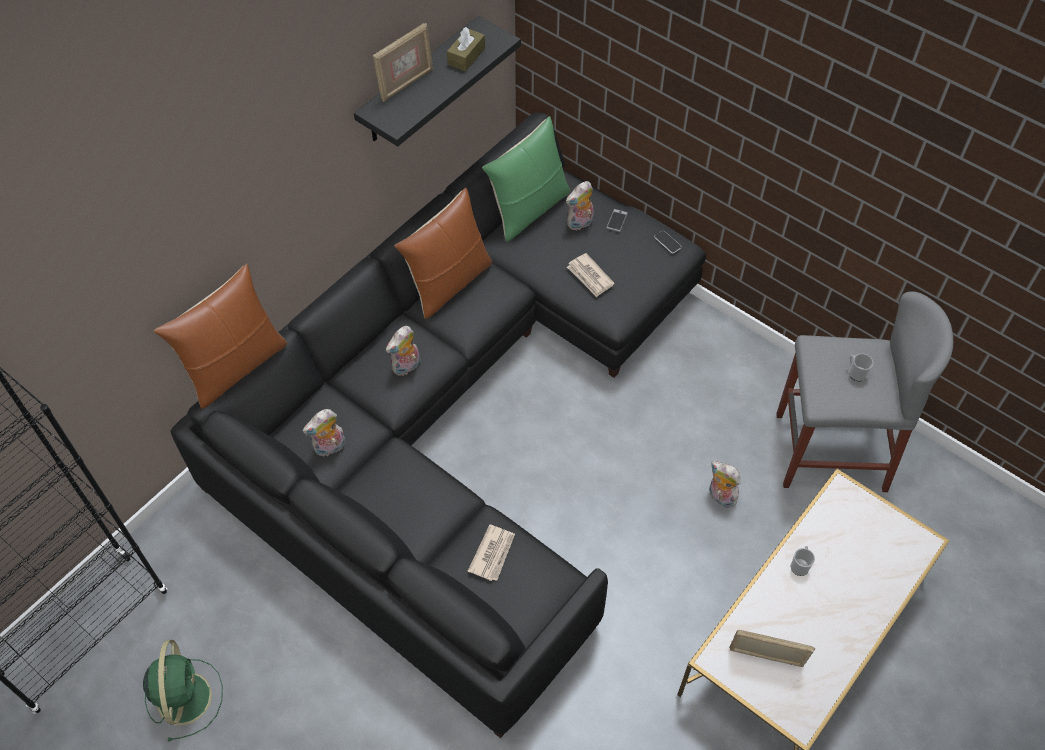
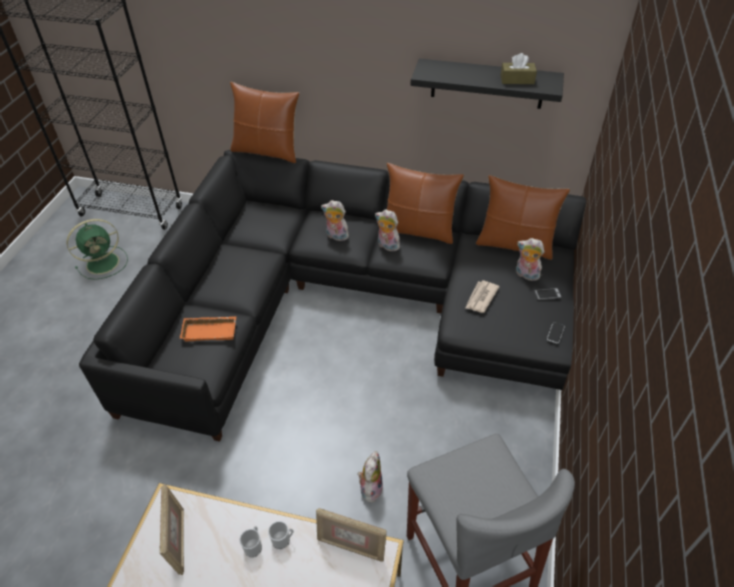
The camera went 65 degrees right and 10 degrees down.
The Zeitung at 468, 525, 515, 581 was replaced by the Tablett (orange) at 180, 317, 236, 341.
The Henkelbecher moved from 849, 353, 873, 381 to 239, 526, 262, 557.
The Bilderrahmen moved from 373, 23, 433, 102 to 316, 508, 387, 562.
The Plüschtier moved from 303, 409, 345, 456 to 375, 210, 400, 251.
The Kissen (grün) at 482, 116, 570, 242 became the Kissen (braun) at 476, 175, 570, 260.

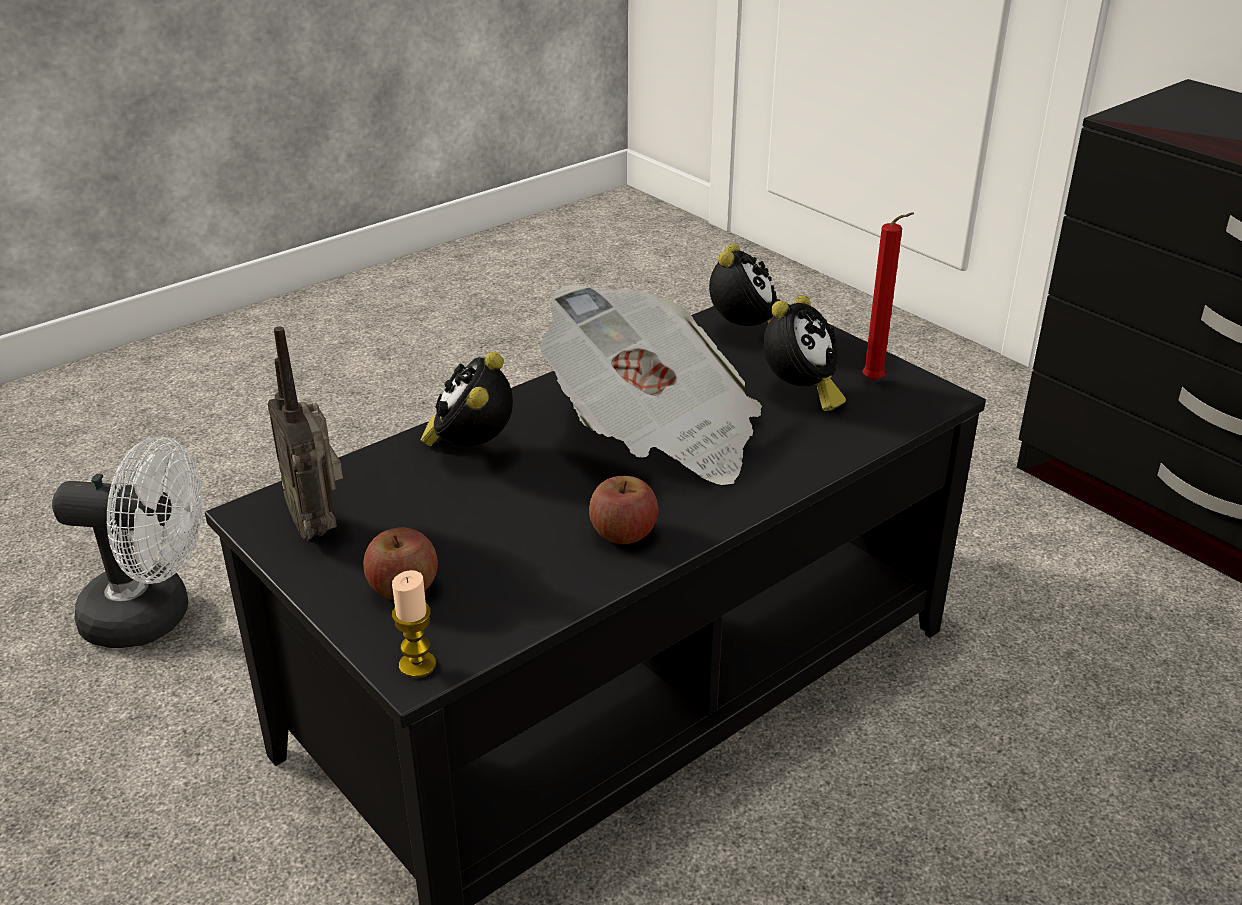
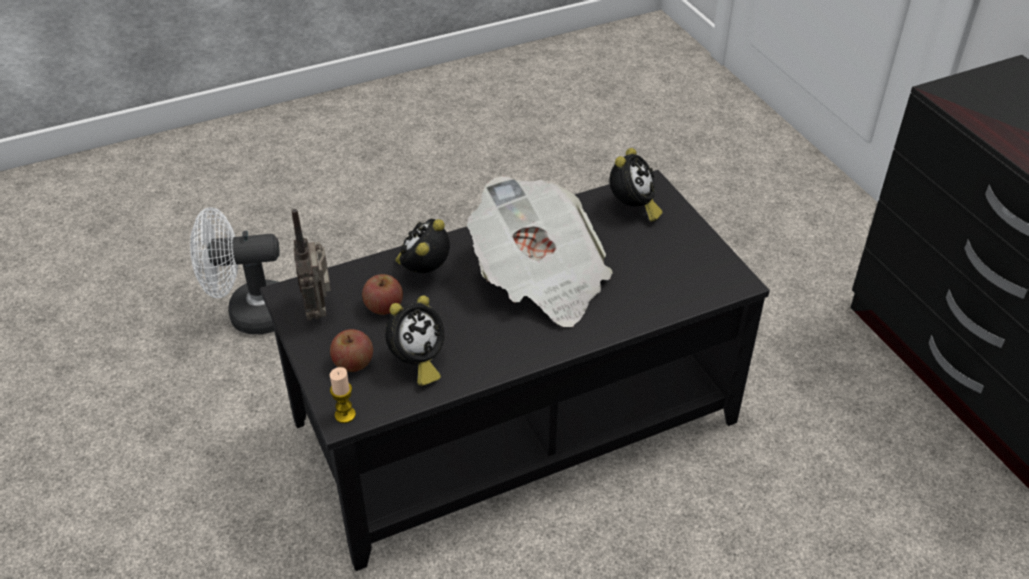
The camera went 15 degrees right and 10 degrees up.
The Ventilator (weiß) at 52, 436, 203, 648 turned 150 degrees clockwise.
The Apfel moved from 589, 476, 658, 544 to 362, 274, 403, 315.
The Wecker moved from 763, 296, 846, 411 to 385, 295, 445, 386.
The Kerze (rot) at 862, 212, 914, 381 disappeared.

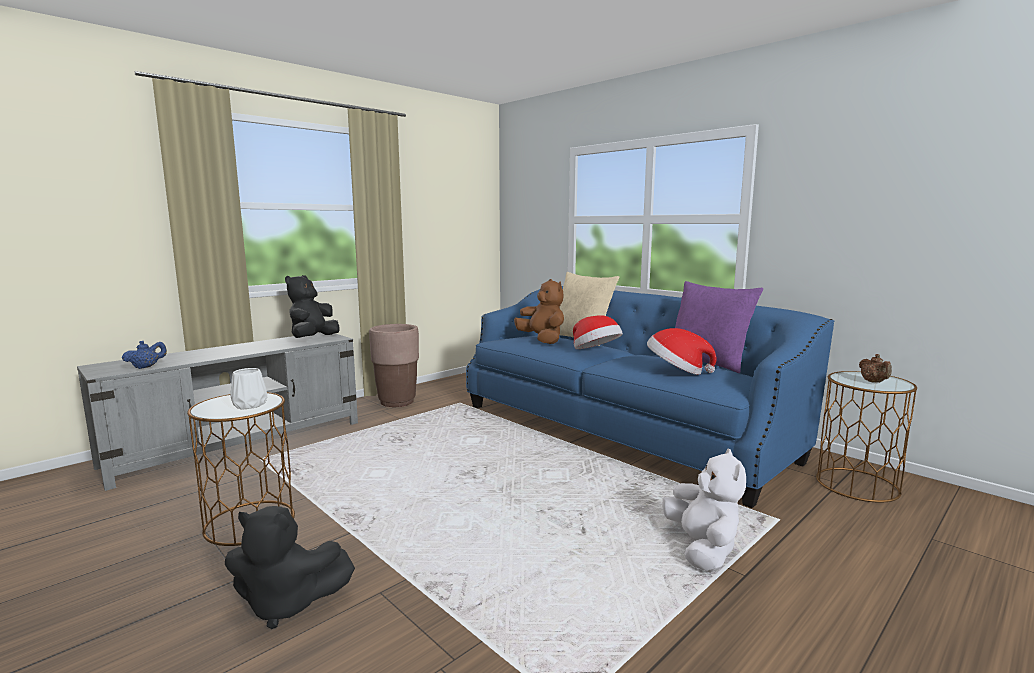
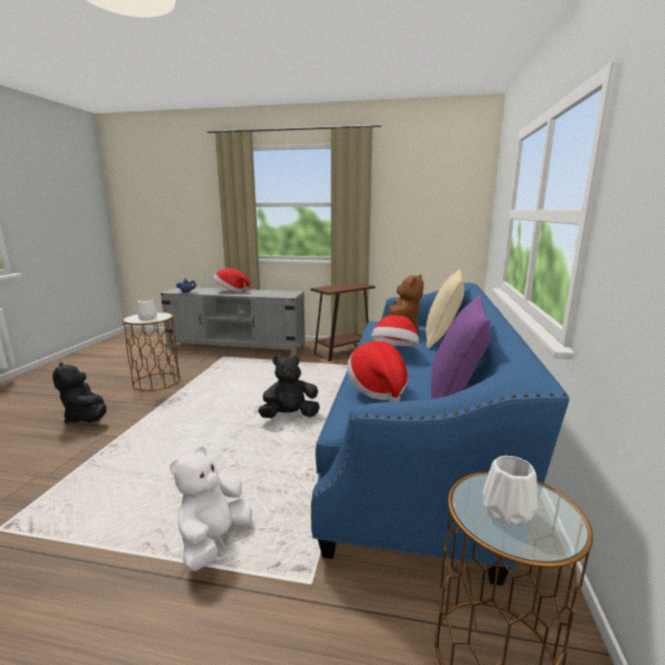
The camera went 55 degrees right and 5 degrees up.
The Plüschtier (weiß) at 662, 448, 746, 573 turned 150 degrees clockwise.
The Hut at 214, 268, 250, 292 appeared.
The Plüschtier (schwarz) moved from 285, 275, 340, 338 to 258, 356, 320, 418.
The Pflanzkübel (braun) at 369, 324, 419, 407 was replaced by the Beistelltisch (braun) at 311, 283, 375, 362.
The Teekanne (braun) at 859, 354, 892, 383 was replaced by the Vase (weiß) at 482, 456, 537, 526.

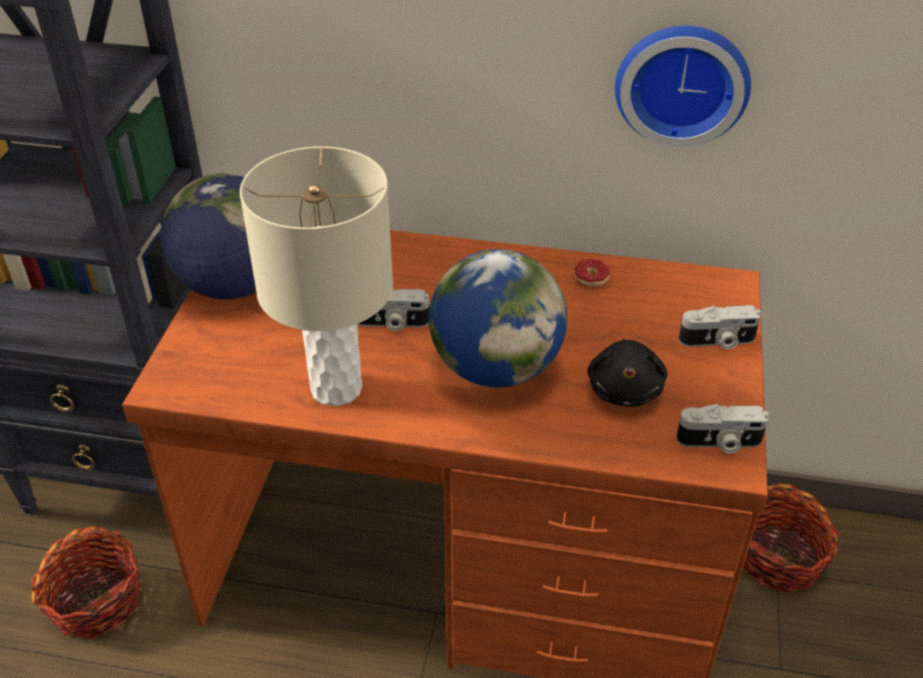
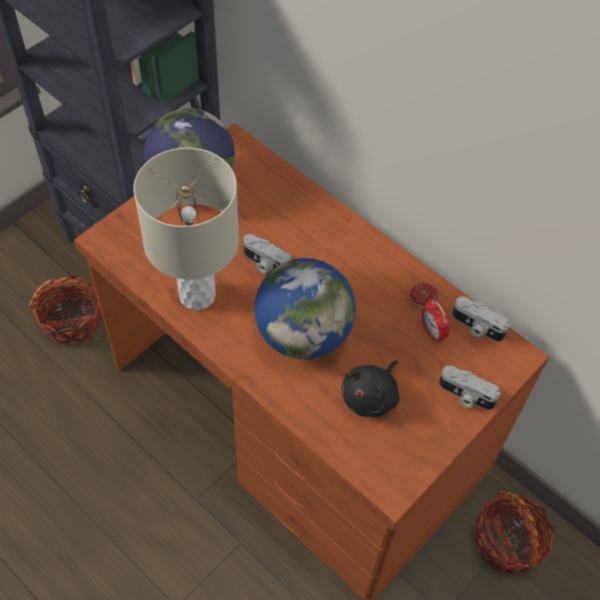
The camera went 30 degrees right and 15 degrees up.
The Wecker at 422, 300, 451, 343 appeared.
The Kamera moved from 676, 404, 769, 454 to 452, 297, 510, 342.
The Wanduhr at 615, 26, 751, 147 disappeared.

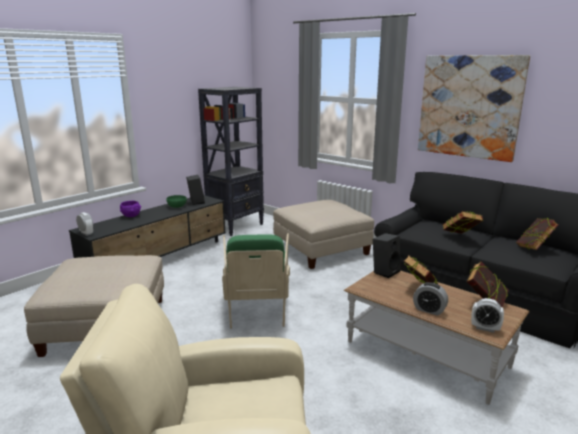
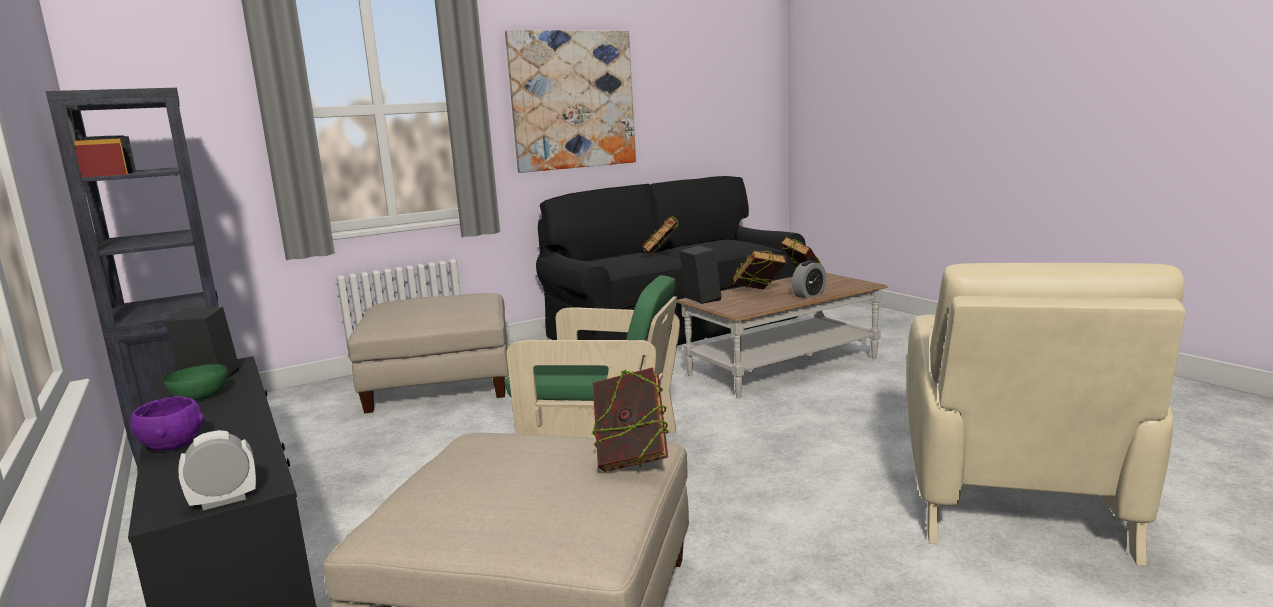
The camera went 70 degrees left and 5 degrees down.
The Buch moved from 516, 218, 559, 250 to 592, 367, 669, 472.
The Wecker at 471, 298, 504, 333 disappeared.

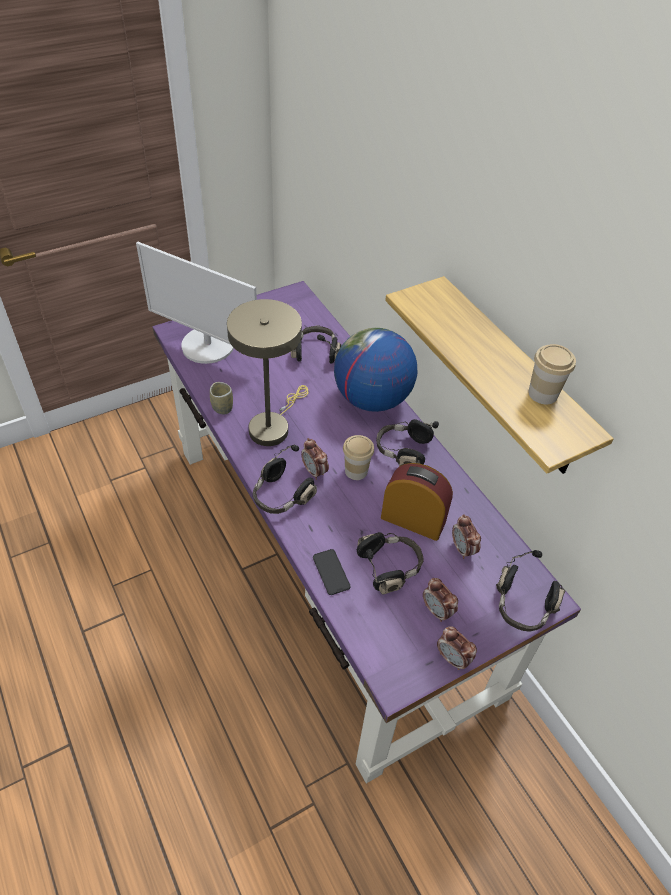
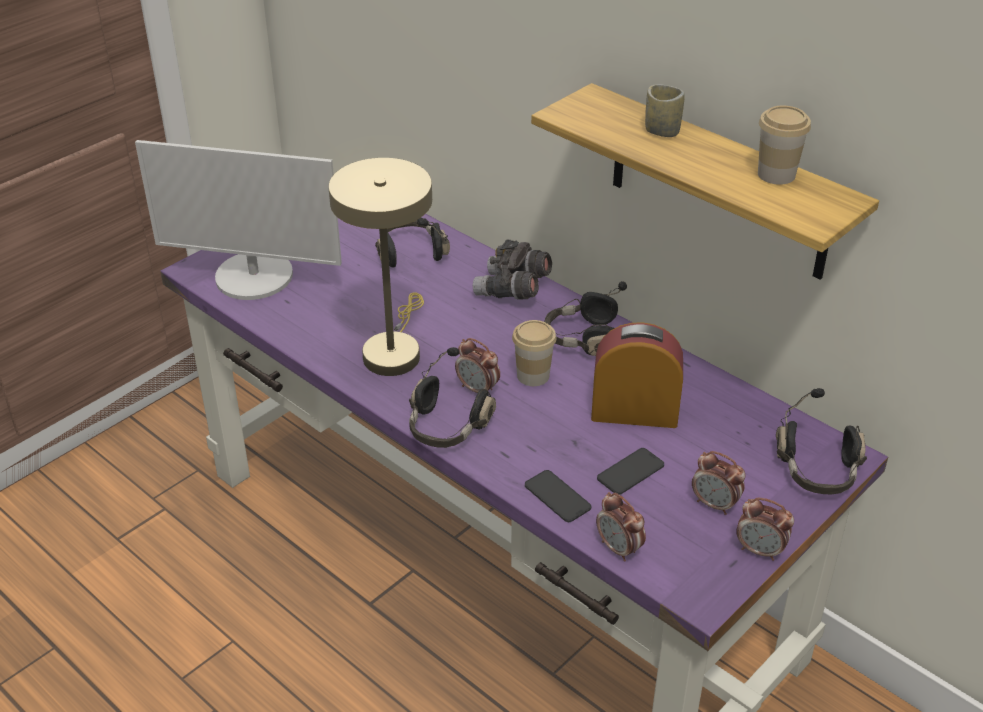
The camera went 15 degrees left and 10 degrees down.
The Globus at 334, 328, 417, 412 was replaced by the Fernglas (grau) at 473, 239, 552, 300.
The Wecker moved from 452, 514, 481, 559 to 596, 492, 646, 561.
The Kopfhörer (schwarz) at 357, 532, 423, 595 was replaced by the Handy at 597, 448, 664, 495.
The Tasse moved from 210, 382, 233, 414 to 645, 84, 685, 137.

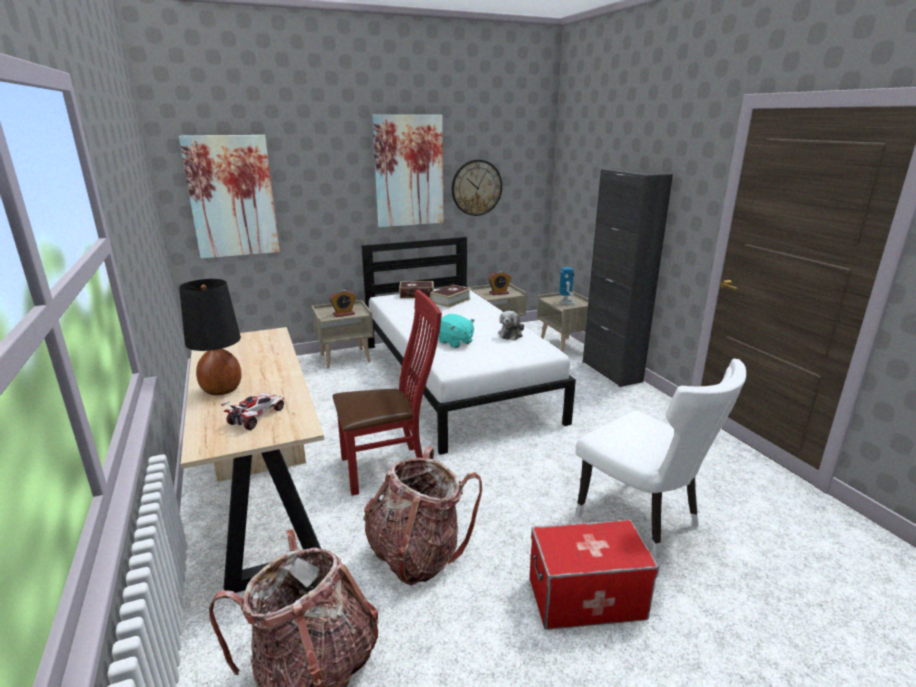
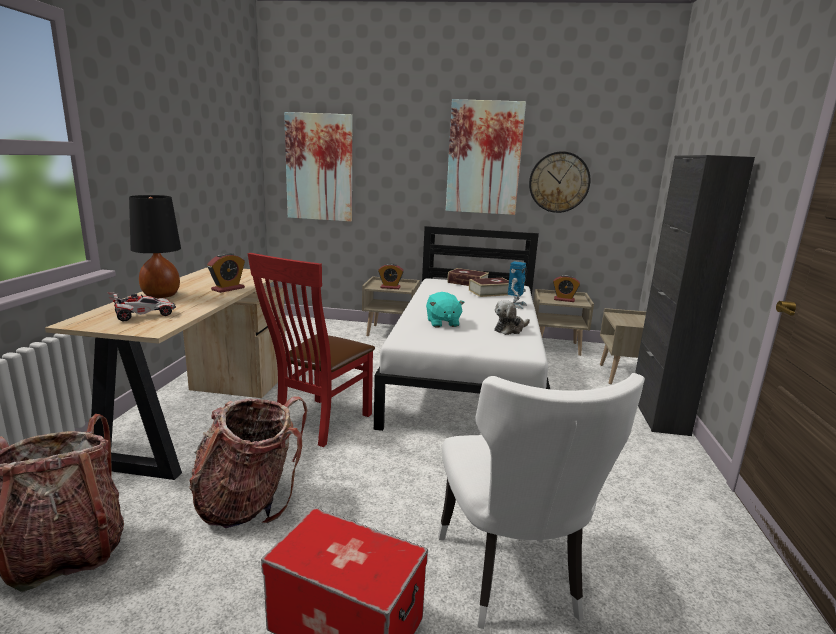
The camera went 30 degrees right and 5 degrees down.
The Wecker at 207, 253, 245, 293 appeared.
The Stuhl (rot) at 332, 290, 442, 496 turned 105 degrees clockwise.
The Spielzeugroboter moved from 559, 267, 575, 305 to 508, 261, 527, 309.

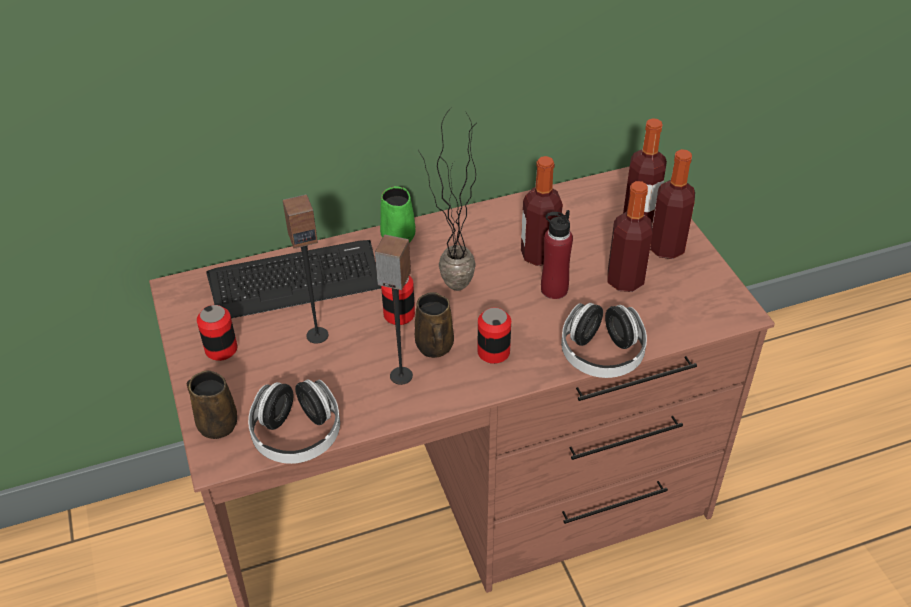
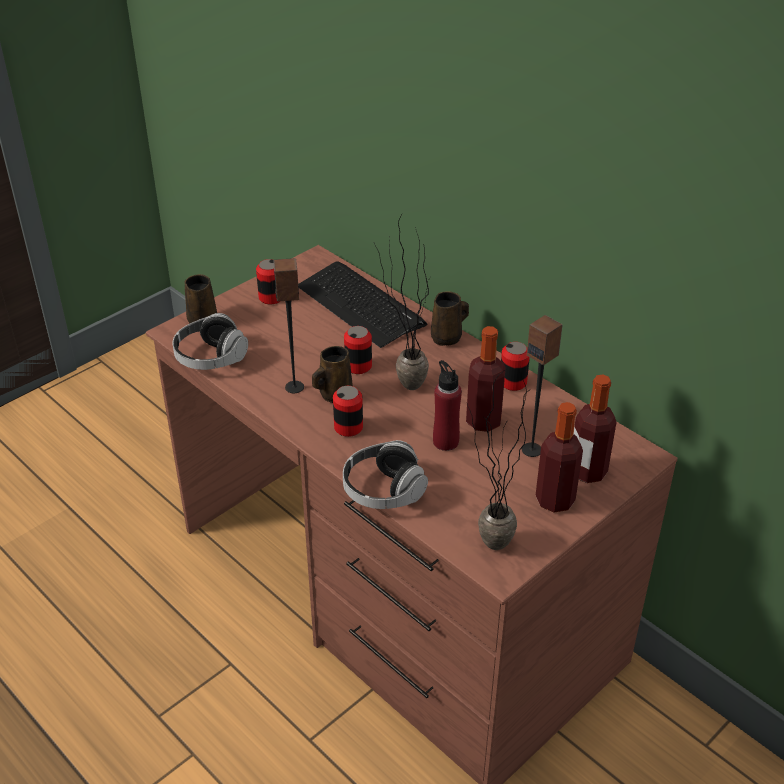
The camera went 65 degrees right and 5 degrees down.
The Henkelbecher (grün) at 380, 186, 416, 243 became the Henkelbecher (braun) at 431, 291, 469, 346.
The Topfpflanze at 467, 370, 531, 550 appeared.
The Dose at 501, 342, 530, 391 appeared.
The Lautsprecher moved from 283, 194, 328, 344 to 522, 315, 563, 457.
The Flasche at 607, 181, 653, 292 disappeared.

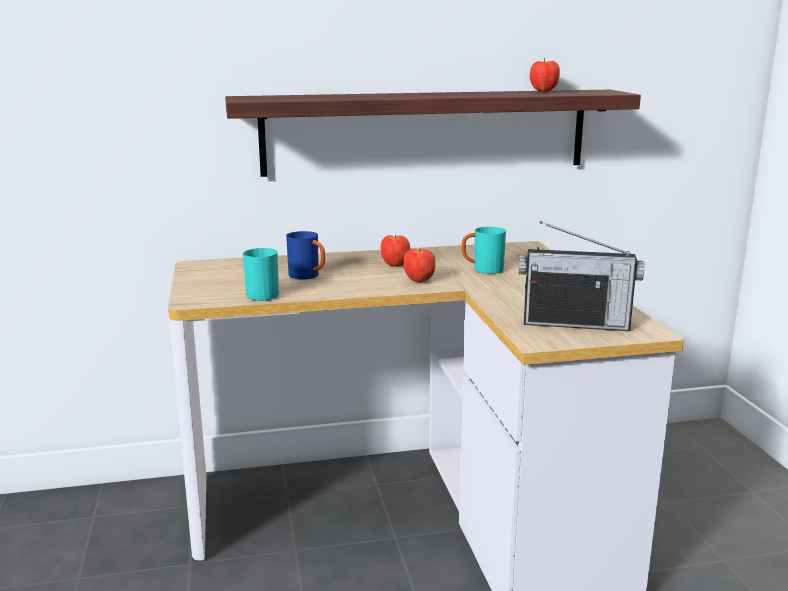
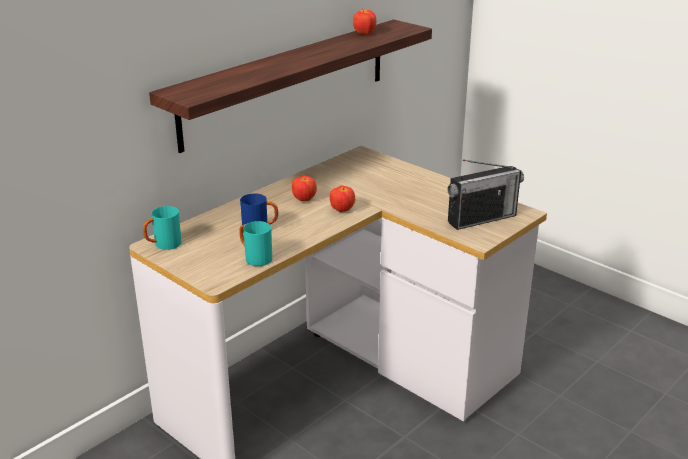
The camera went 35 degrees left and 10 degrees up.
The Henkelbecher (türkis) moved from 461, 227, 506, 274 to 143, 206, 182, 250.

